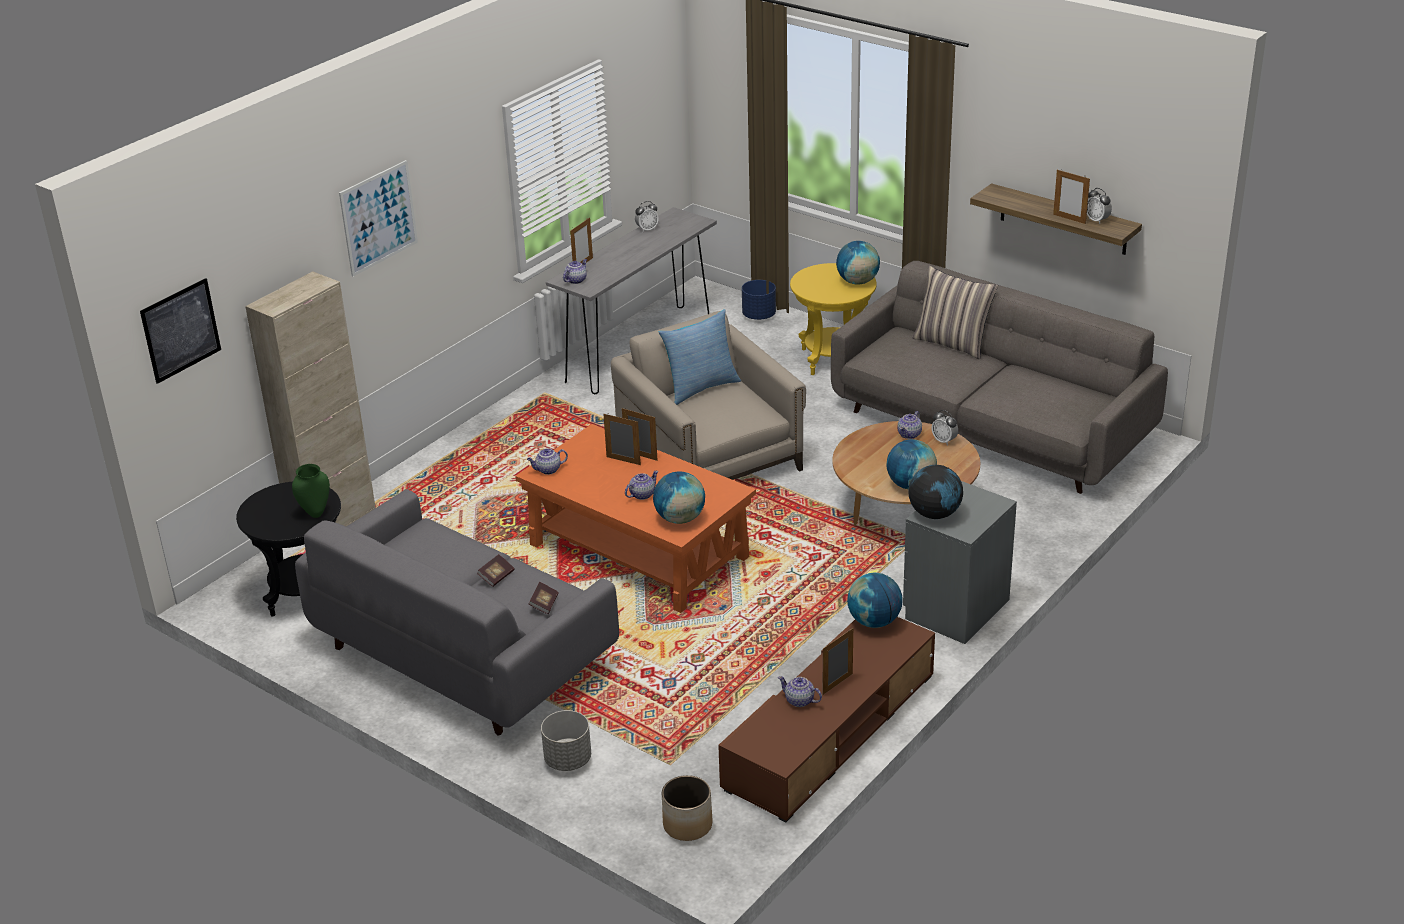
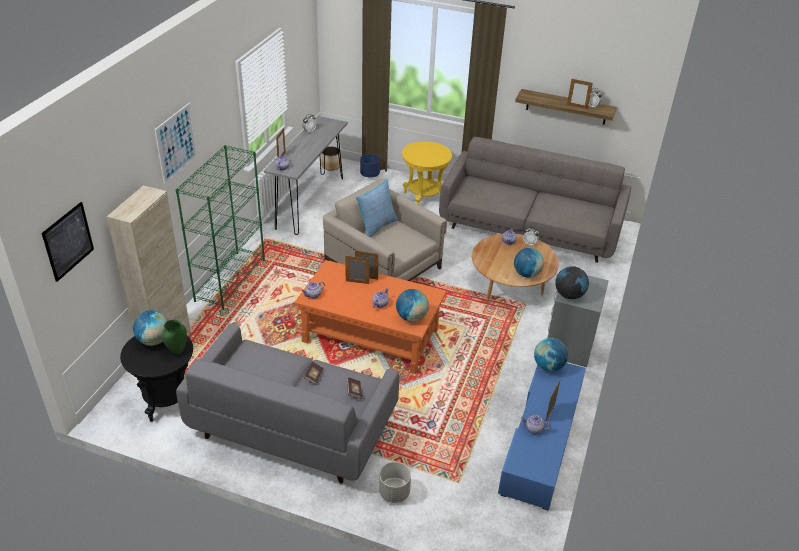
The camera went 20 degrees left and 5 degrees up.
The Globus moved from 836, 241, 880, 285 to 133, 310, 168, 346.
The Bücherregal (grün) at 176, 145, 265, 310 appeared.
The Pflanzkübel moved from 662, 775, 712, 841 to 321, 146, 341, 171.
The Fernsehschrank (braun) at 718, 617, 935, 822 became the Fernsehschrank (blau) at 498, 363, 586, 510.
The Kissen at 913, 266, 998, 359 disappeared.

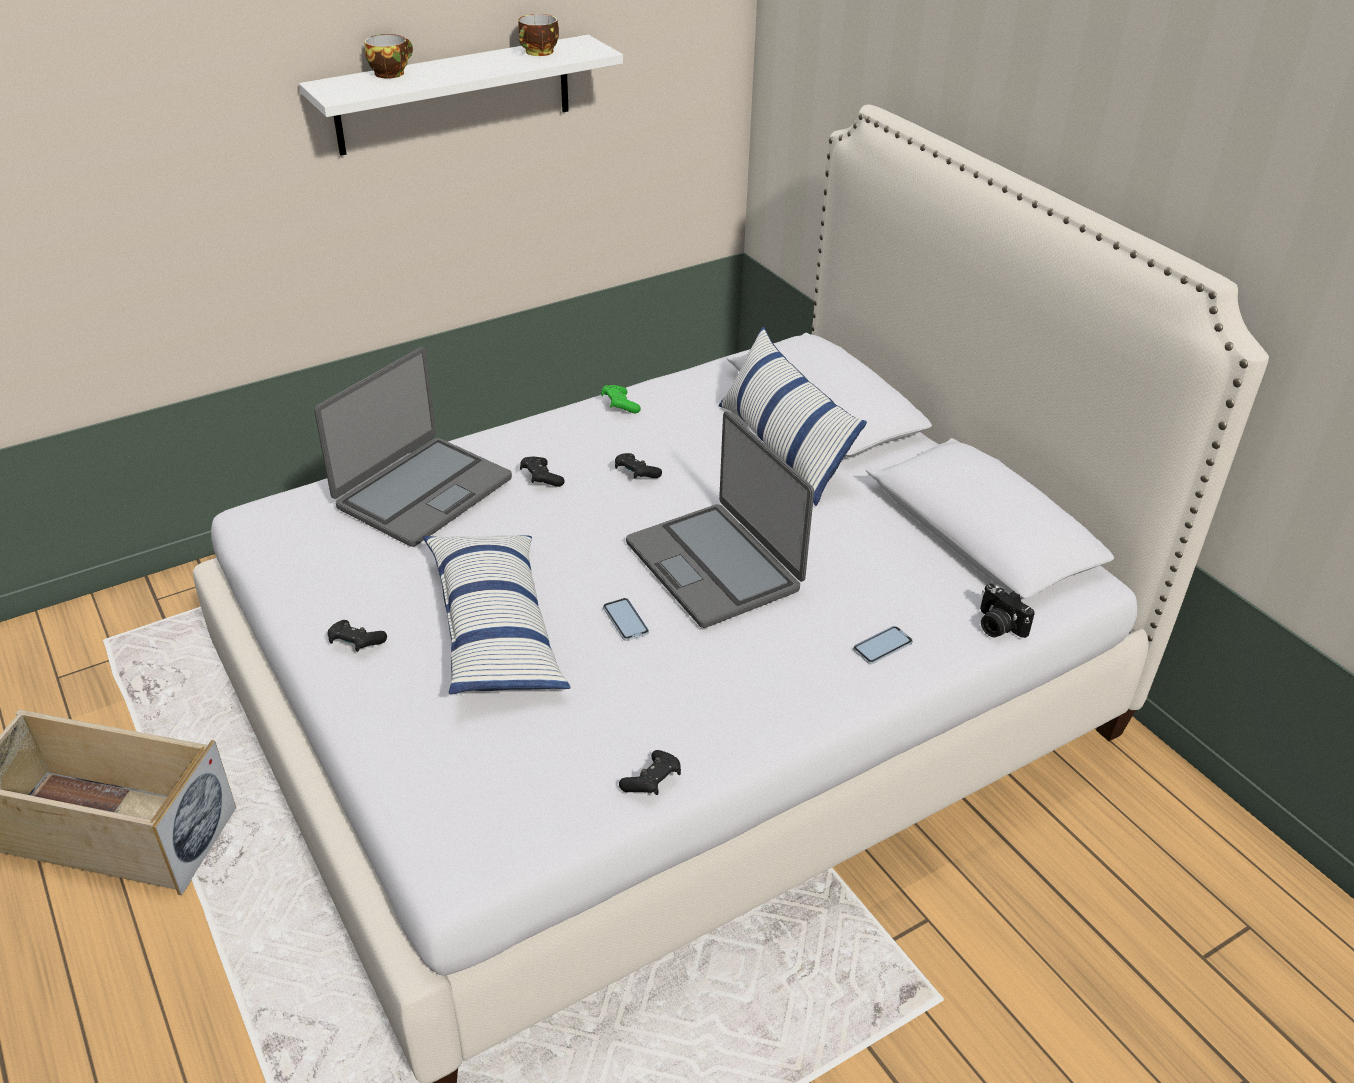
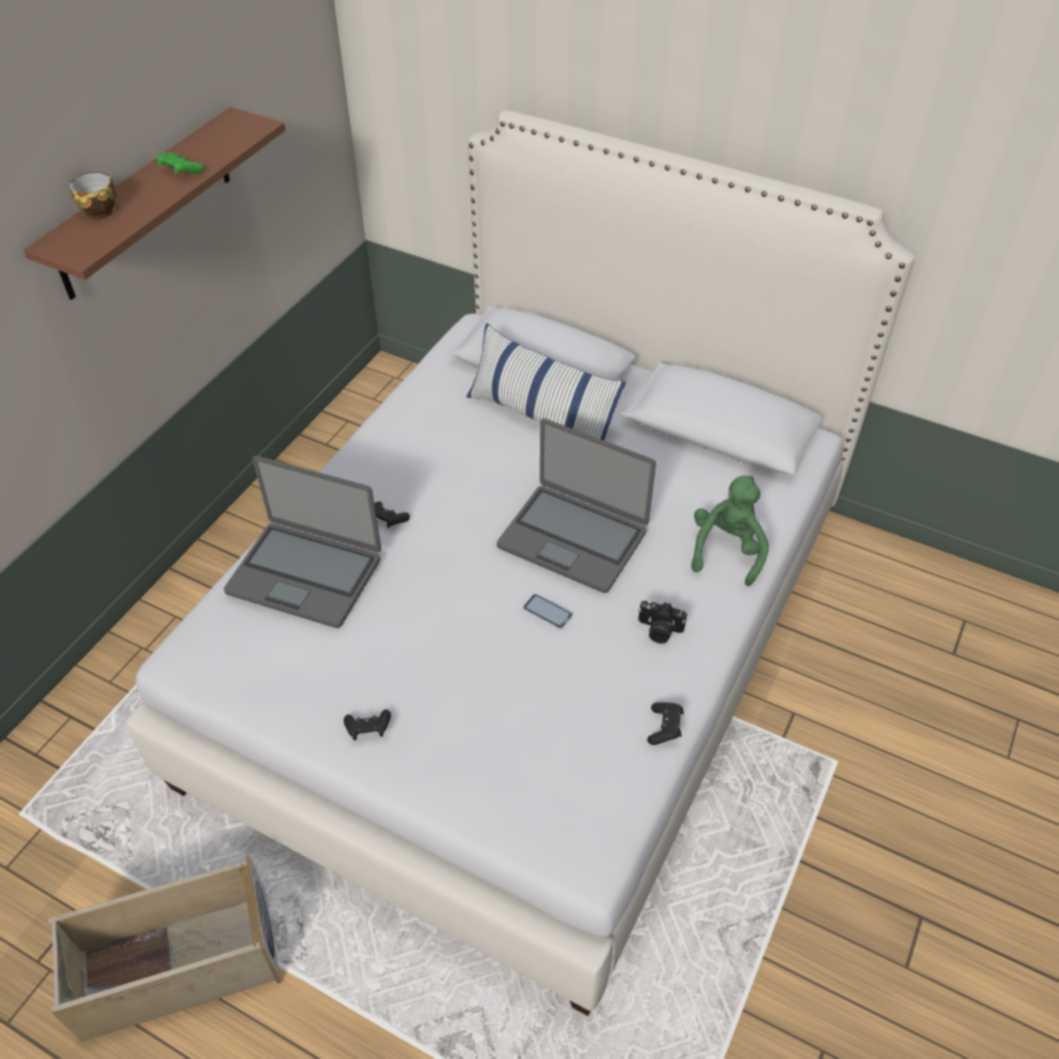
The camera went 30 degrees left and 10 degrees up.
The Wandregal (weiß) at 299, 35, 623, 156 became the Wandregal (braun) at 24, 107, 285, 300.
The Gamepad (grün) moved from 601, 385, 641, 414 to 157, 152, 204, 174.
The Laptop at 314, 347, 512, 547 turned 105 degrees clockwise.
The Kamera moved from 980, 583, 1035, 638 to 638, 601, 687, 644.
The Handy at 853, 626, 913, 664 was replaced by the Plüschtier (grün) at 691, 476, 769, 586.
The Kissen at 423, 535, 571, 694 disappeared.
The Tasse at 518, 14, 559, 56 disappeared.
The Gamepad (schwarz) at 615, 453, 662, 479 disappeared.

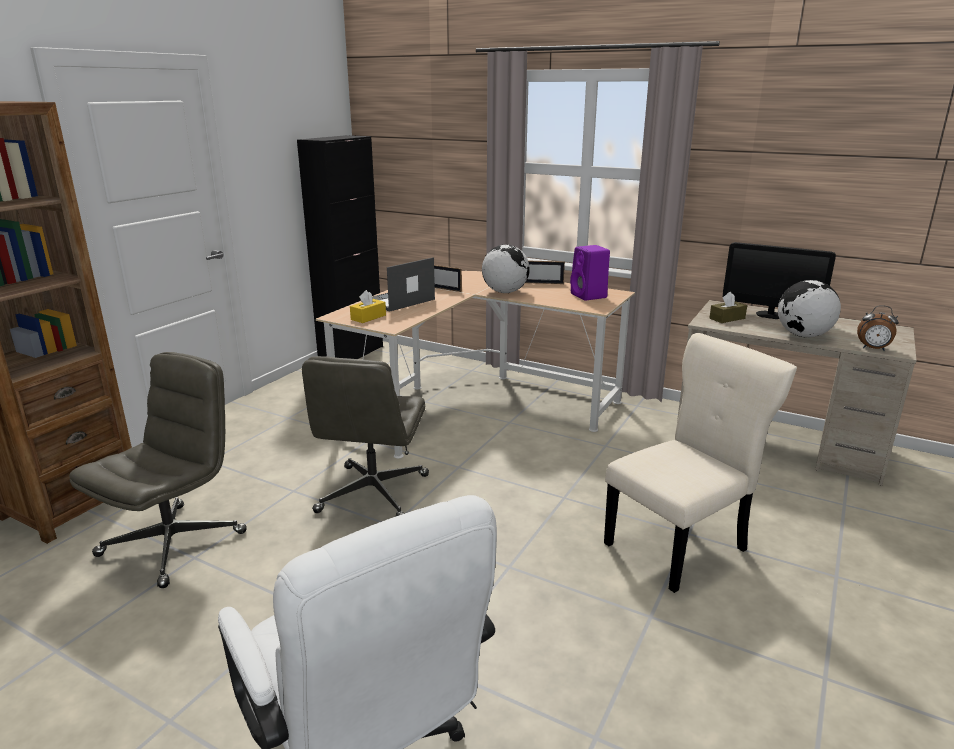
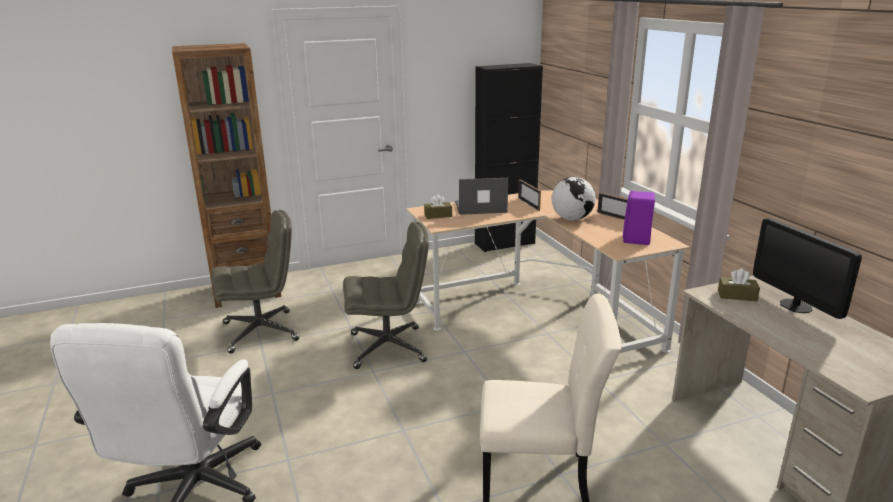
The camera went 40 degrees right and 0 degrees up.
The Bürostuhl (grau) at 302, 356, 429, 516 turned 150 degrees counterclockwise.
The Taschentuchbox (gelb) at 350, 290, 386, 323 became the Taschentuchbox (braun) at 424, 194, 452, 219.
The Globus at 778, 280, 841, 337 disappeared.
The Wecker at 857, 305, 899, 351 disappeared.

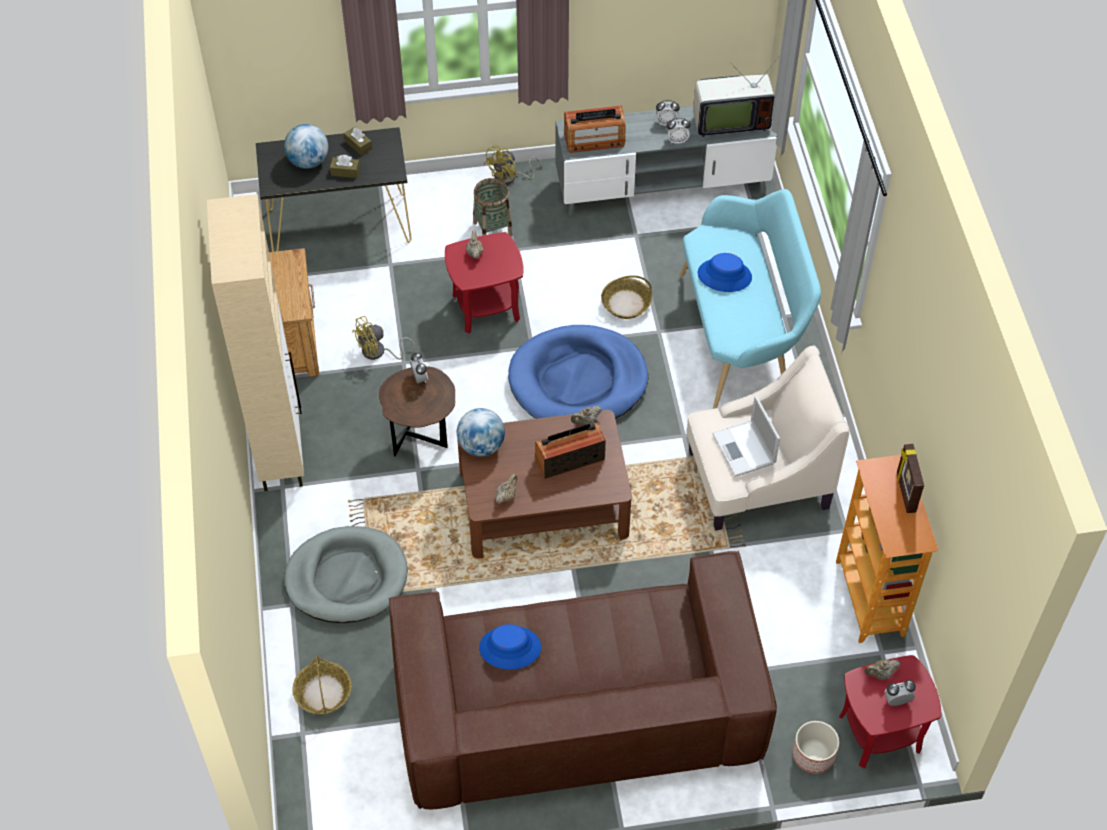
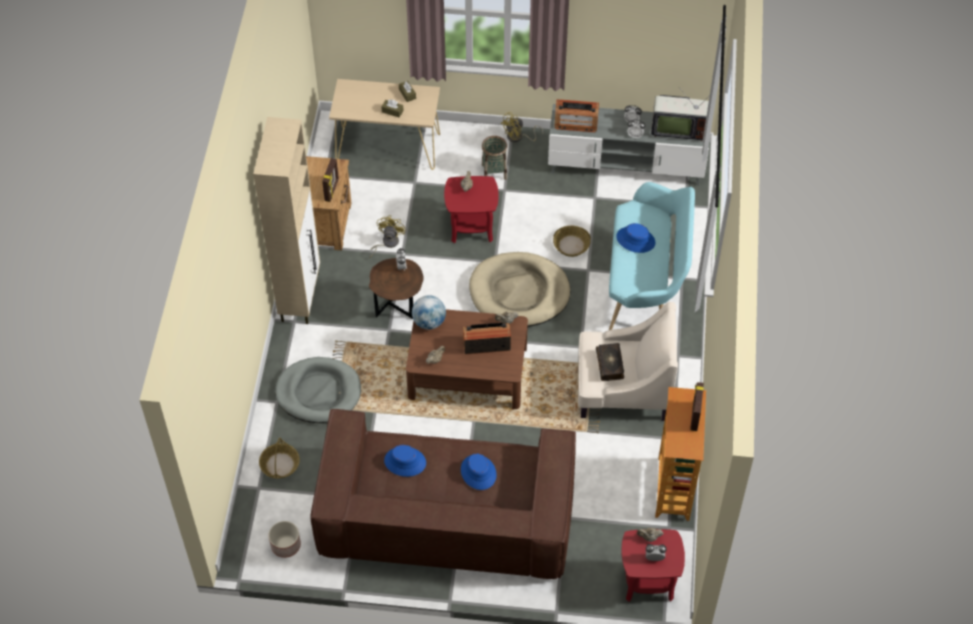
The camera went 15 degrees right and 0 degrees up.
The Pflanzkübel moved from 792, 721, 839, 773 to 268, 521, 301, 558.
The Bilderrahmen at 322, 158, 339, 202 appeared.
The Konsolentisch (schwarz) at 256, 127, 412, 252 became the Konsolentisch (beige) at 329, 79, 440, 170.
The Ventilator (gelb) at 352, 316, 415, 360 turned 120 degrees clockwise.
The Hut (blau) at 461, 454, 497, 490 appeared.
The Hundebett (blau) at 508, 325, 648, 419 became the Hundebett (beige) at 469, 252, 570, 327.
The Laptop at 712, 396, 780, 477 was replaced by the Buch at 596, 343, 624, 381.
The Globus at 284, 124, 328, 169 disappeared.

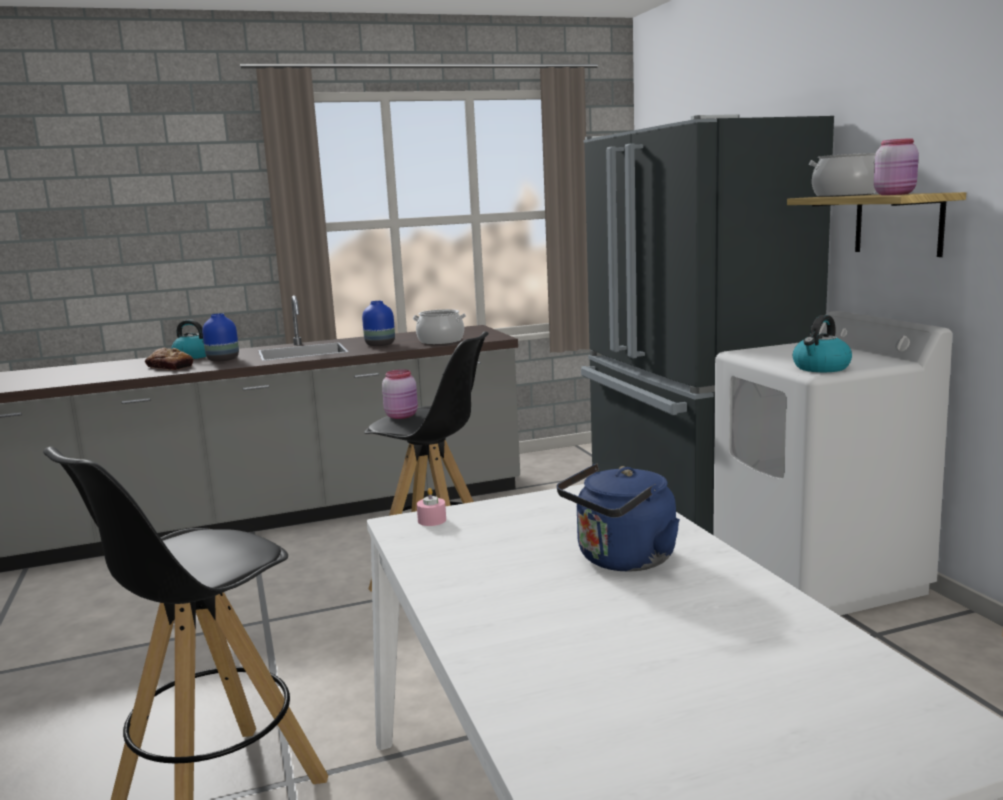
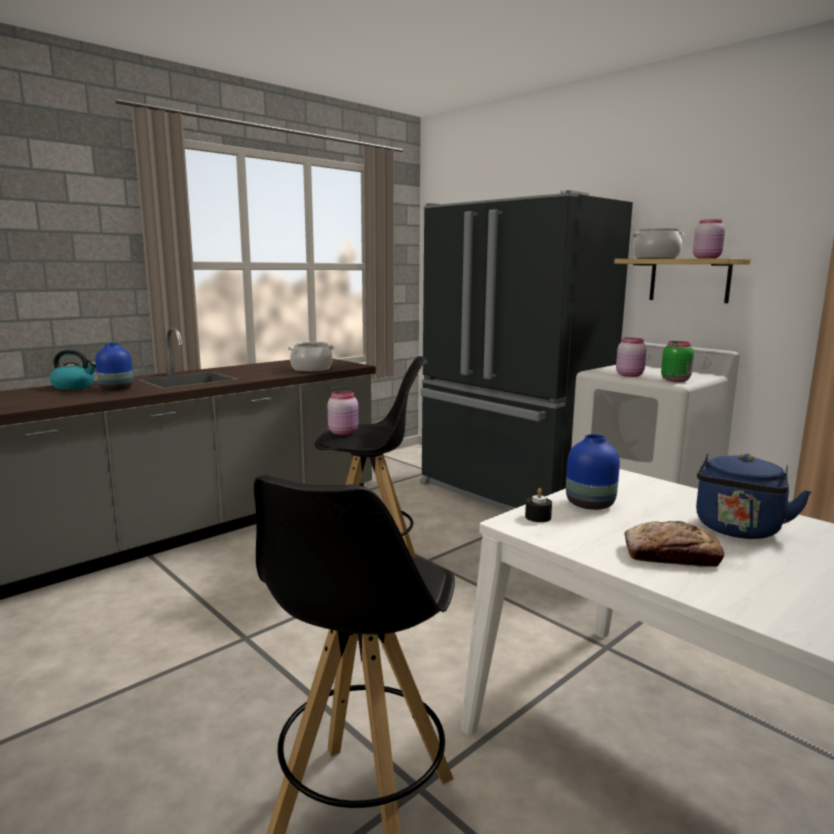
The camera went 25 degrees left and 0 degrees up.
The Kerze (rosa) at 417, 488, 446, 526 became the Kerze (schwarz) at 525, 488, 552, 522.
The Vase (blau) moved from 362, 301, 395, 346 to 566, 434, 620, 510.
The Vorratsglas (rosa) at 616, 338, 647, 377 appeared.
The Brot moved from 145, 347, 194, 370 to 624, 521, 724, 567.
The Wasserkessel at 793, 315, 852, 372 was replaced by the Vorratsglas (grün) at 661, 341, 694, 382.

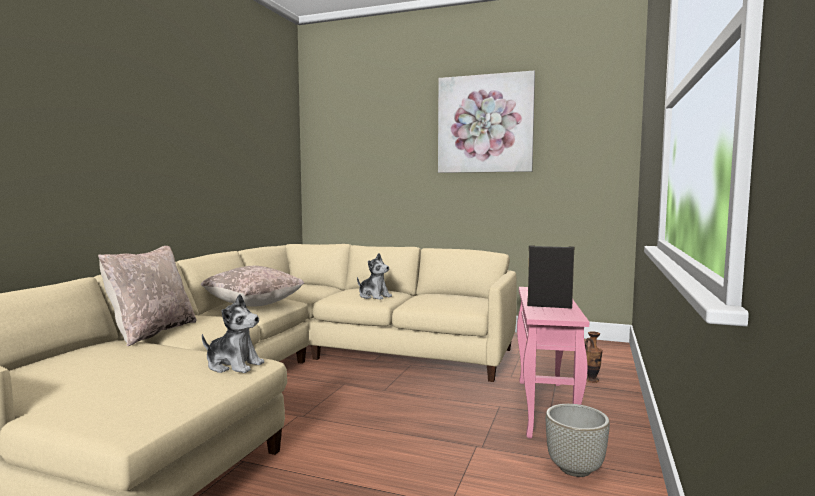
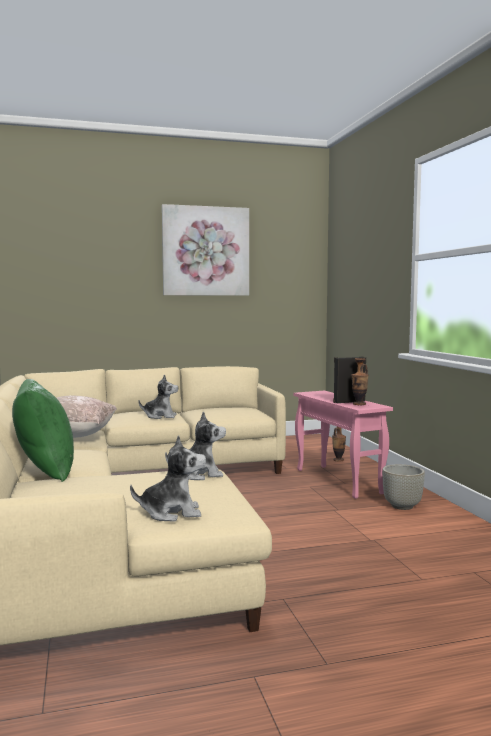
The camera went 35 degrees left and 0 degrees up.
The Kissen (beige) at 98, 246, 196, 346 became the Kissen (grün) at 12, 379, 74, 482.
The Plüschtier at 130, 435, 206, 522 appeared.
The Vase at 352, 358, 369, 405 appeared.

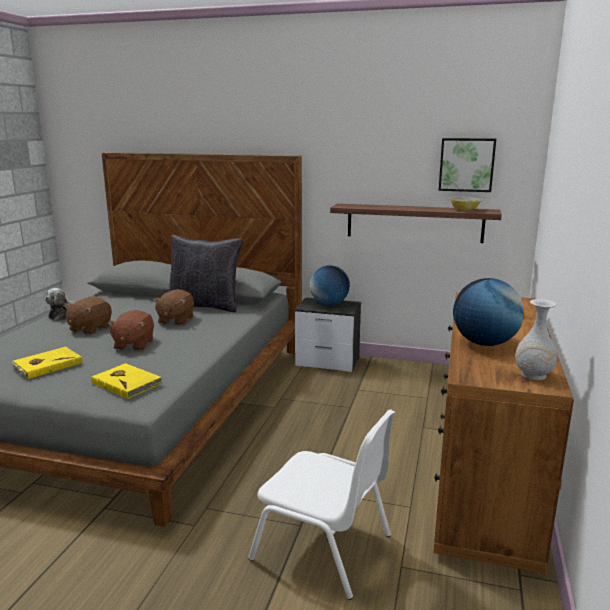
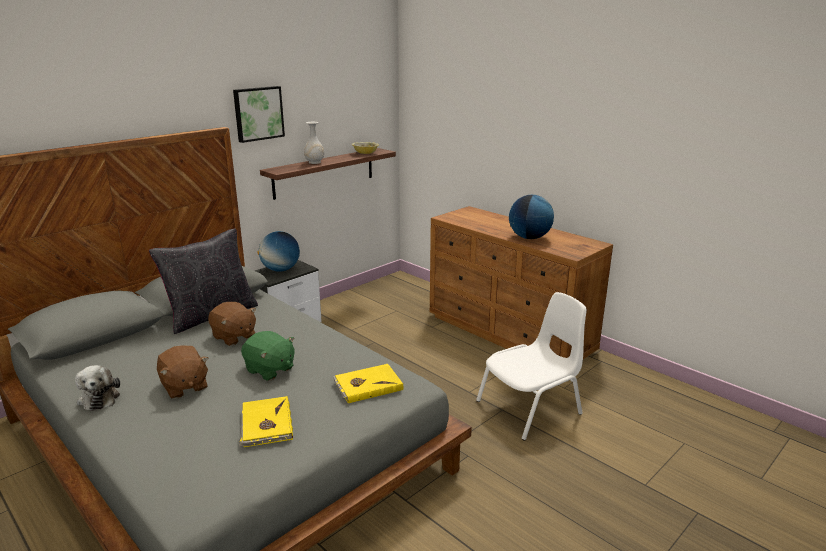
The camera went 60 degrees left and 5 degrees up.
The Bild moved from 439, 138, 496, 192 to 233, 86, 285, 143.
The Plüschtier (braun) at 107, 310, 154, 351 became the Plüschtier (grün) at 241, 331, 294, 381.
The Vase (weiß) moved from 515, 299, 557, 380 to 304, 122, 324, 164.

